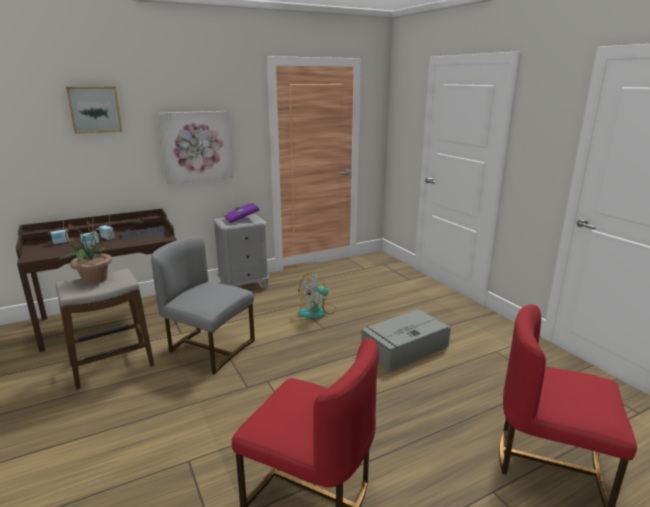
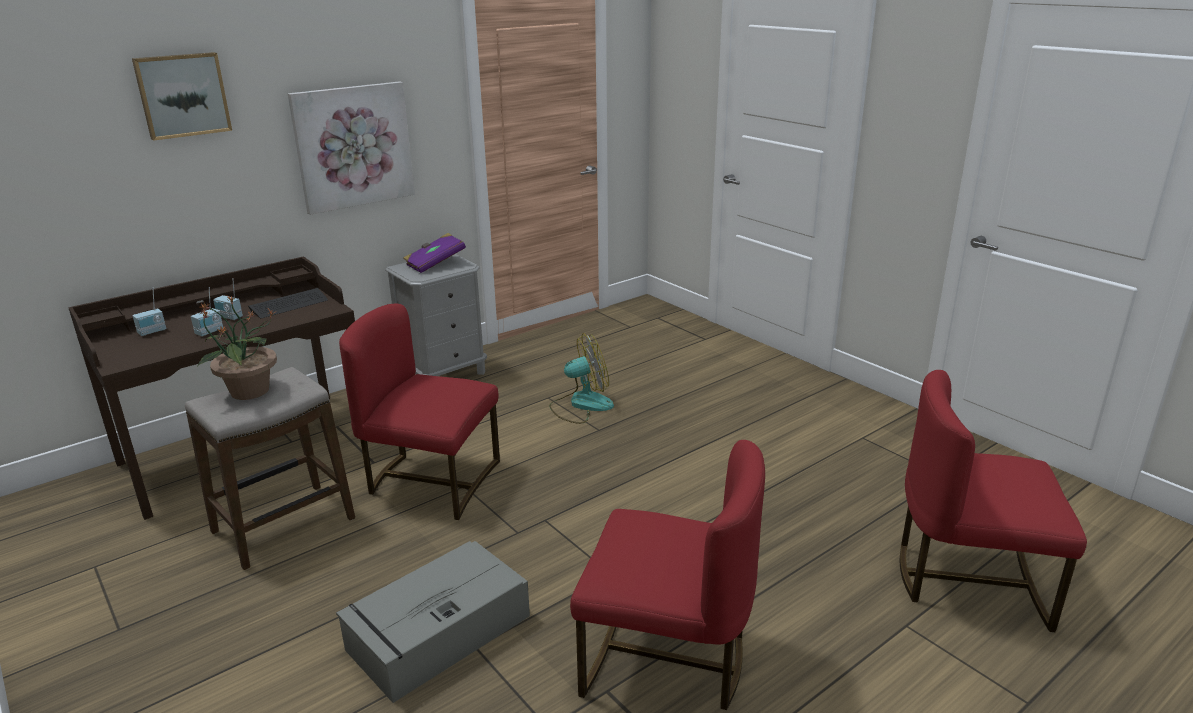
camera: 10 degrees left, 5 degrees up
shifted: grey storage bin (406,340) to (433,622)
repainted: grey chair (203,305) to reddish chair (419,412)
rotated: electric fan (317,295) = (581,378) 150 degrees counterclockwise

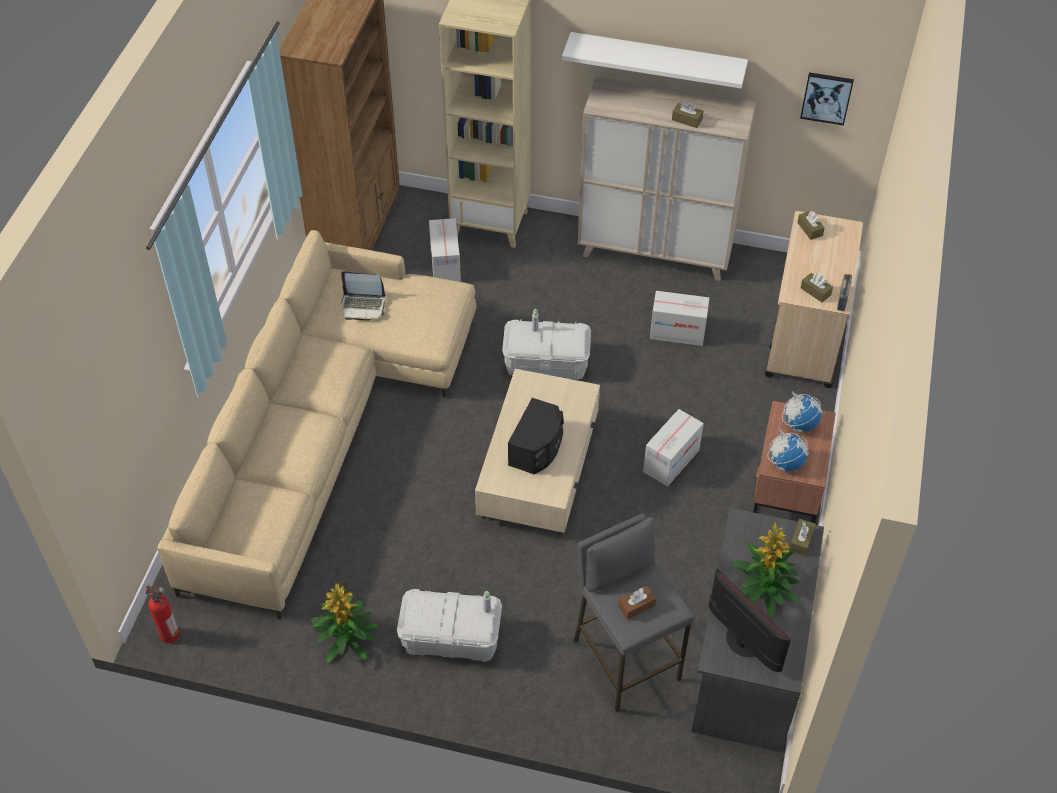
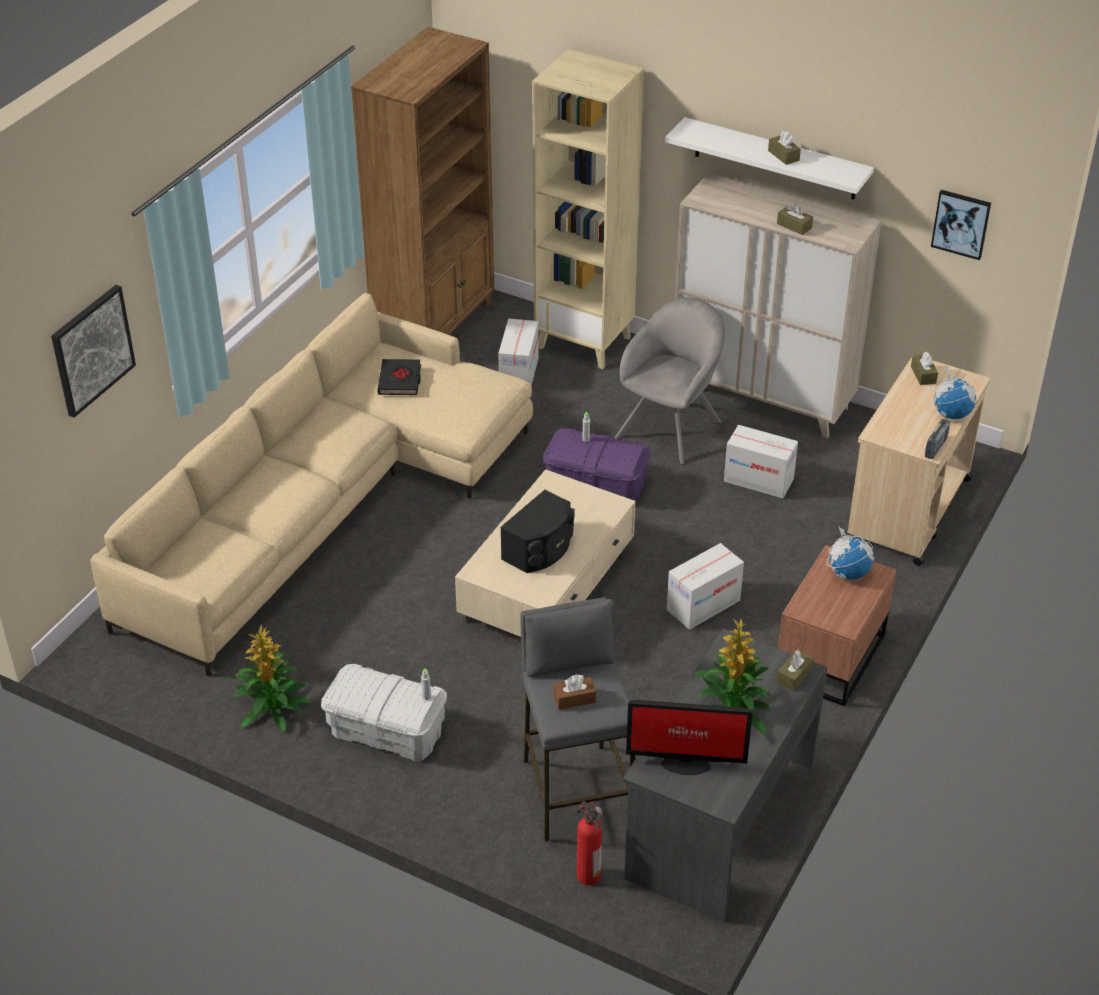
camera: 15 degrees right, 10 degrees down
new: wall art (93,351); grey easy chair (670,381)
shifted: brown tissue box (817,287) to (784,148); globe (788,449) to (953,393); extinguisher (163,614) to (590,843)
swapped: notebook computer (363,296) to blackish book (399,377)
repainted: whitish storage bin (546,349) to purple storage bin (597,465)
rotated: computer screen (750,620) = (689,737) 120 degrees clockwise

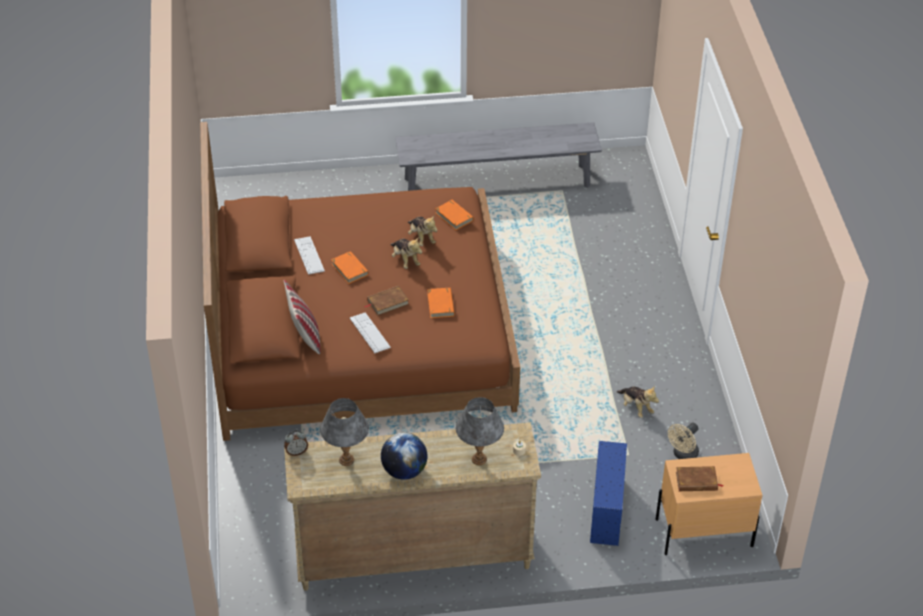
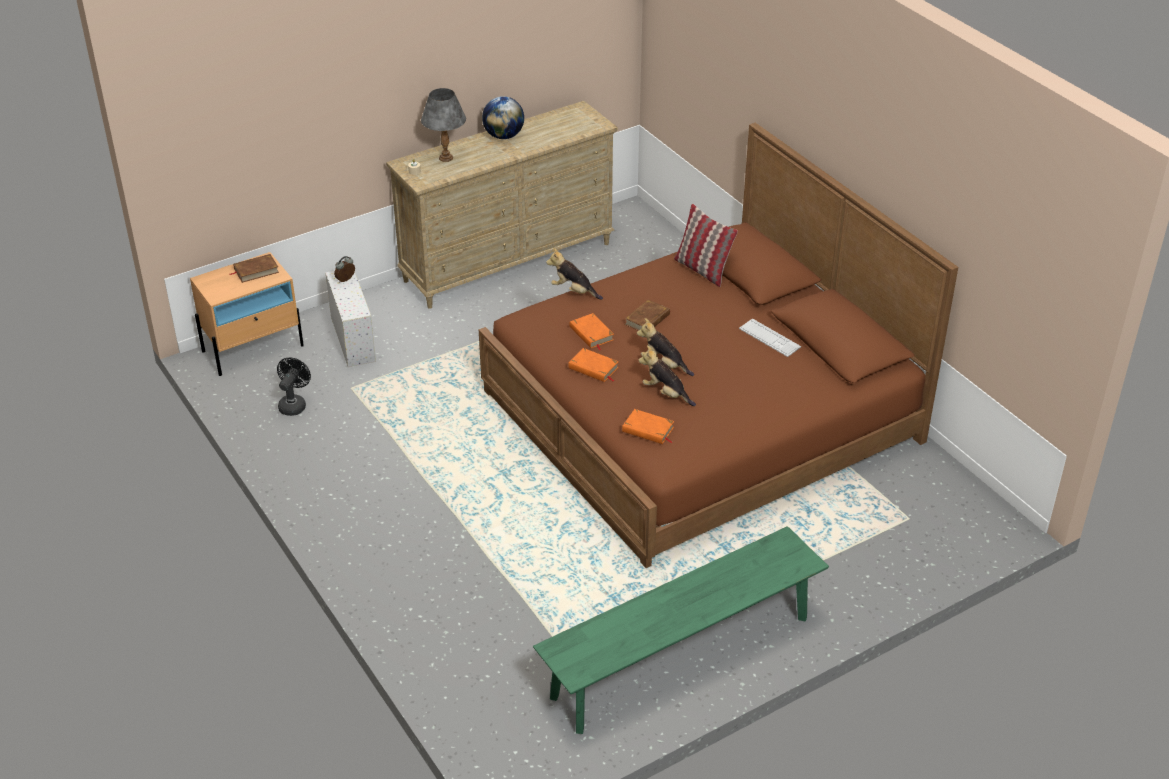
camera: 155 degrees right, 5 degrees down
gone: keyboard (370,332); grey tabletop lamp (344,432)
shifted: orange book (350,267) to (593,365); cuddly toy (638,402) to (574,274); bedside clock (296,443) to (344,269)
repainted: grey bench (498,156) to green bench (681,630); sand-coloured electric fan (683,441) to blackish electric fan (294,386); blue storage bin (608,493) to whitish storage bin (350,319)

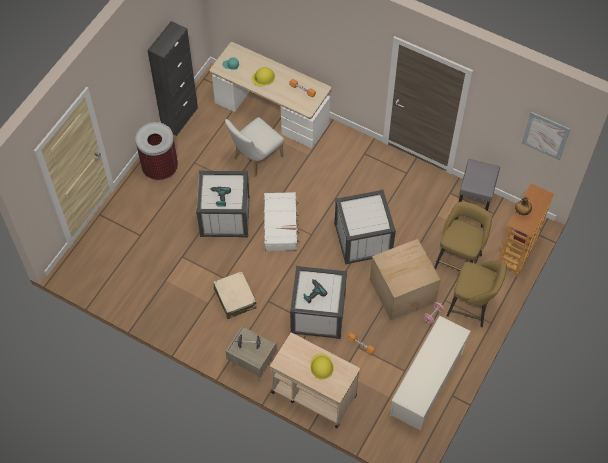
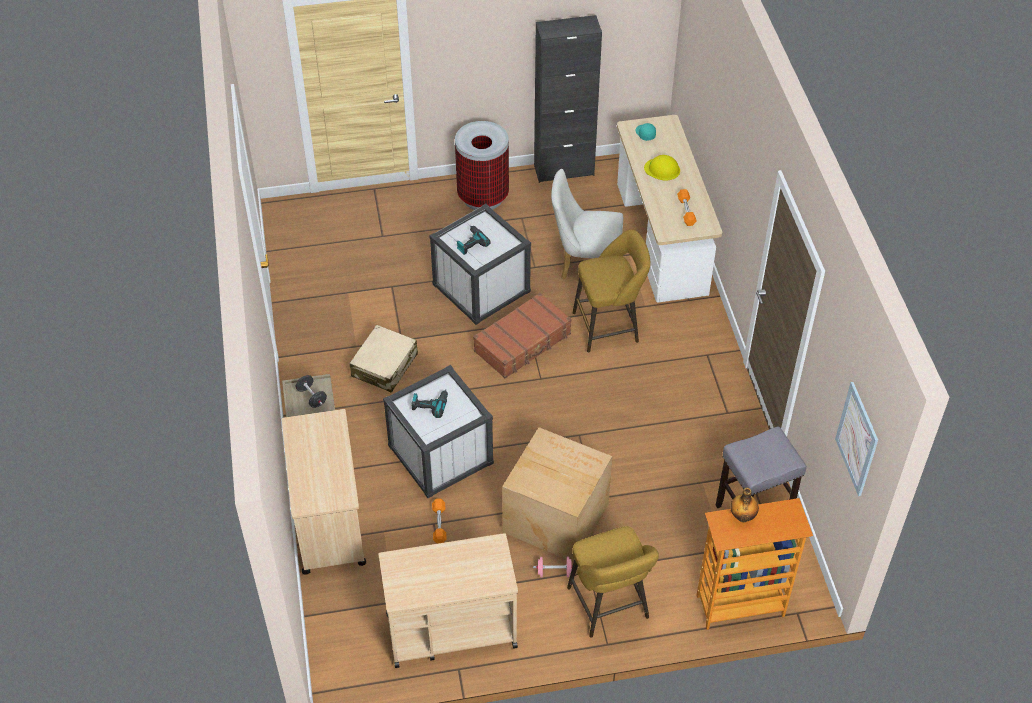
camera: 50 degrees right, 10 degrees down
gone: whitish storage bin (365,227); yellow hard hat (322,366)
shifted: yellow stool seat (463,236) to (611,291)
swapped: whitish shoe shelf (430,373) to sand-coloured trolley (448,600)
repainted: whitish suitcase (282,221) to brown suitcase (522,335)

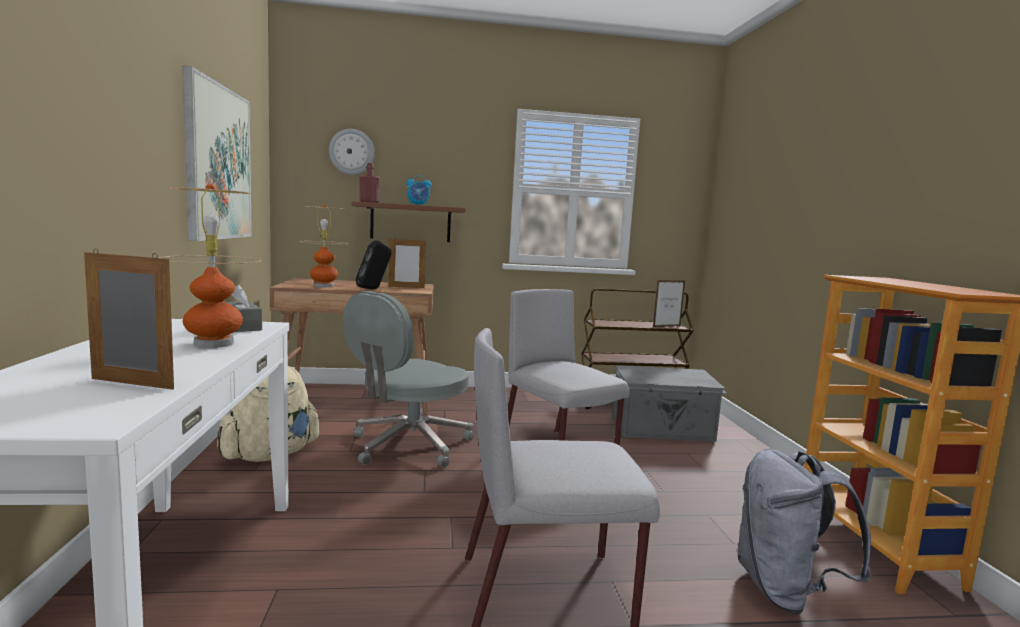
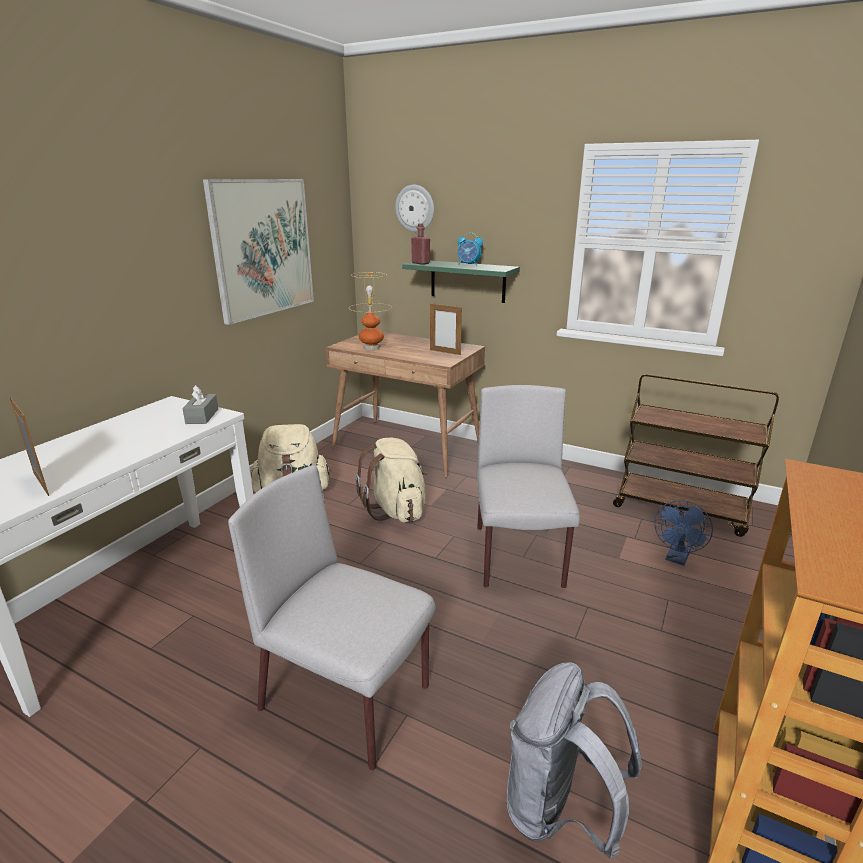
camera: 35 degrees right, 15 degrees up
gone: tabletop lamp (210,266); blackish speaker (374,265); photo frame (669,303)
swapped: grey computer chair (408,379) to sand-coloured backpack (391,480); grey storage bin (670,403) to blue electric fan (683,533)
repainted: brown shelf (409,221) to green shelf (461,281)

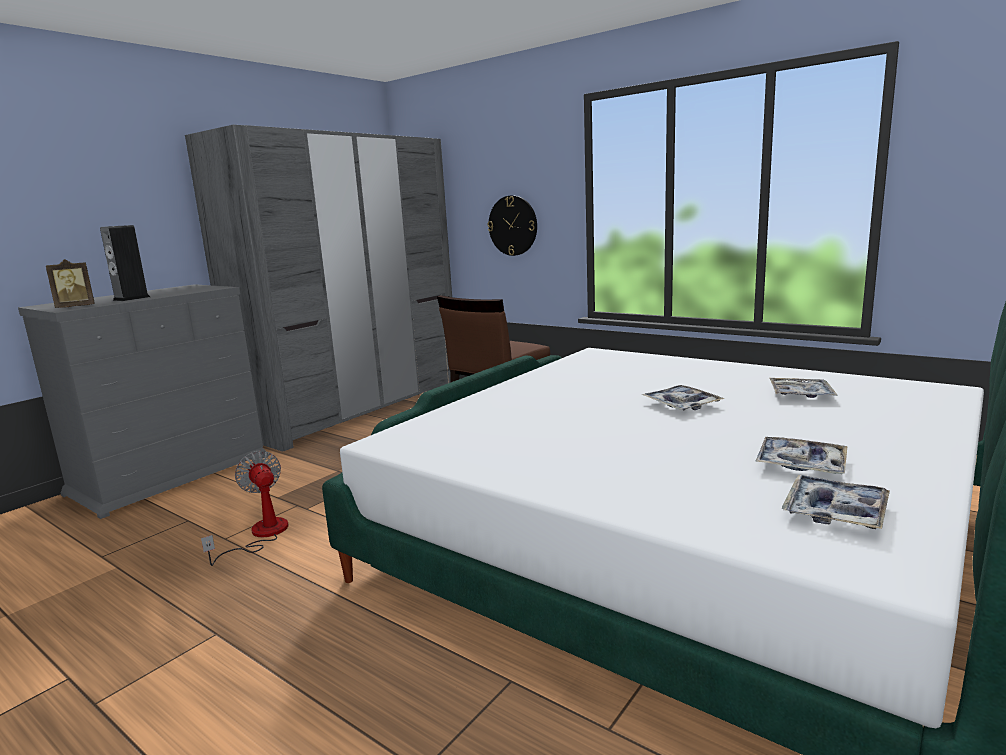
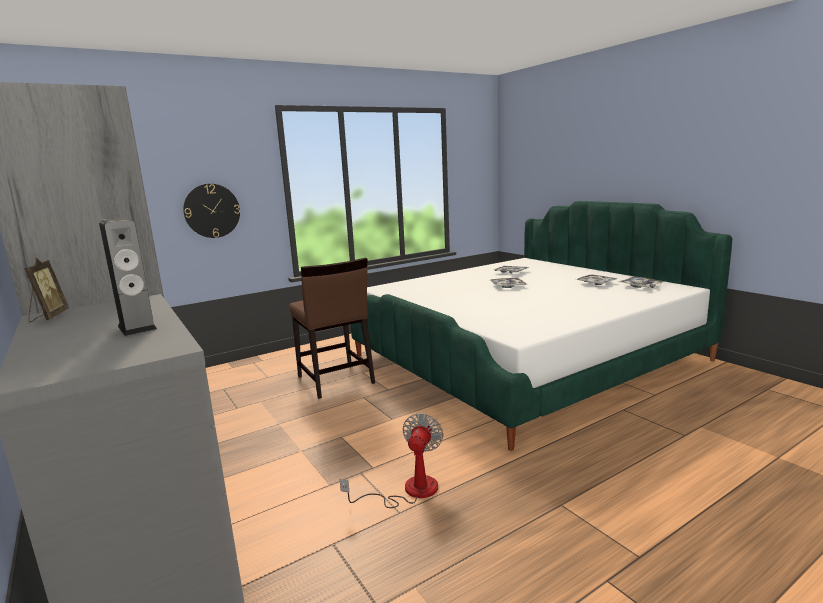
camera: 70 degrees left, 0 degrees up
shifted: photo frame (70,283) to (46,290)
rotated: electric fan (244,508) = (392,460) 120 degrees clockwise

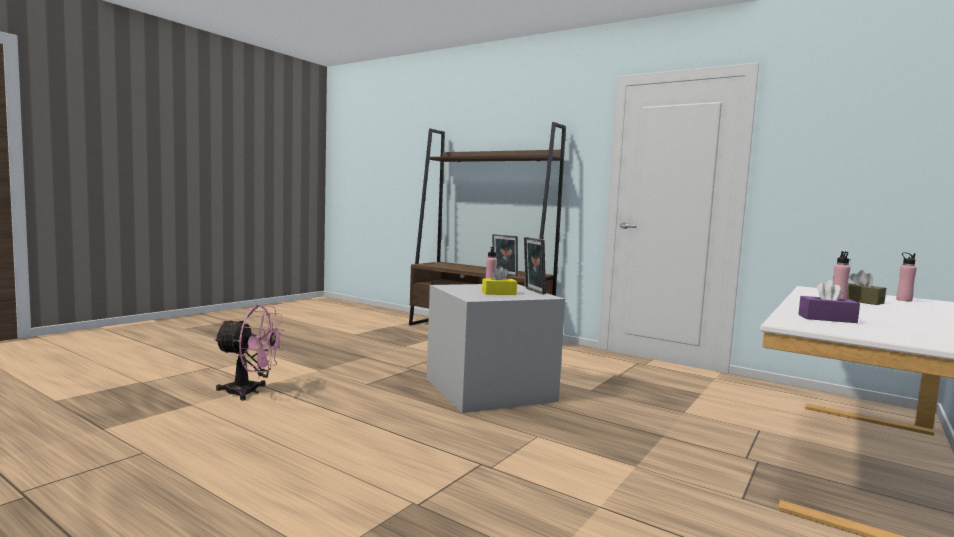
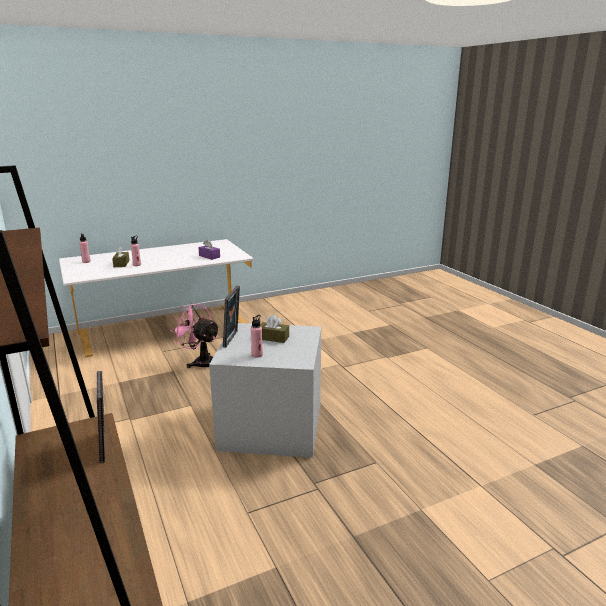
camera: 150 degrees left, 15 degrees up
shifted: pink electric fan (249,353) to (195,335)
repainted: yellow tissue box (499,281) to brown tissue box (274,329)

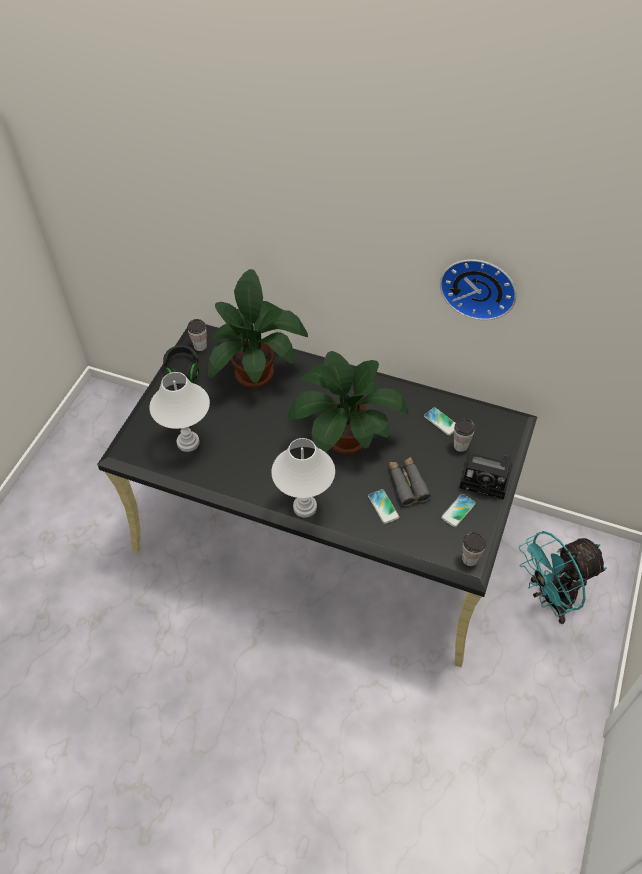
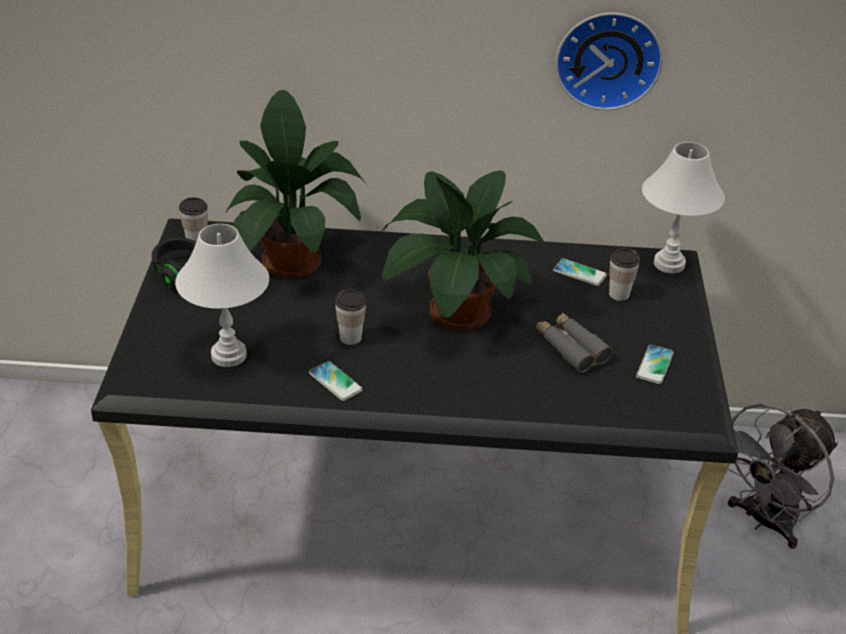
camera: 20 degrees left, 15 degrees down
gone: photo camera (486,476)
shifted: whitish tabletop lamp (303,478) to (683,207); telephone (384,506) to (336,381); small cup (474,549) to (350,317)
repainted: blue-green electric fan (563,577) to grey electric fan (783,476)

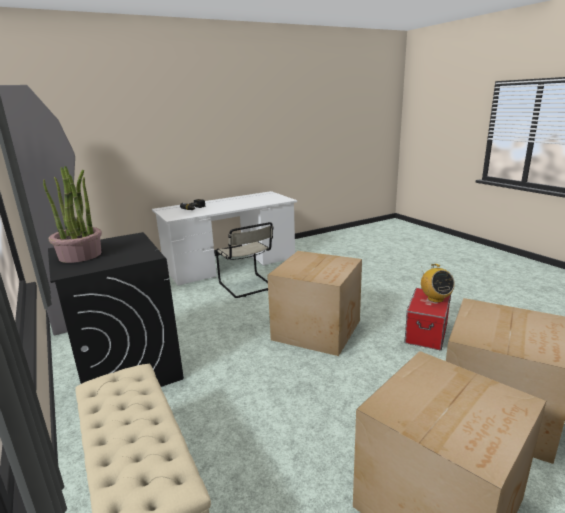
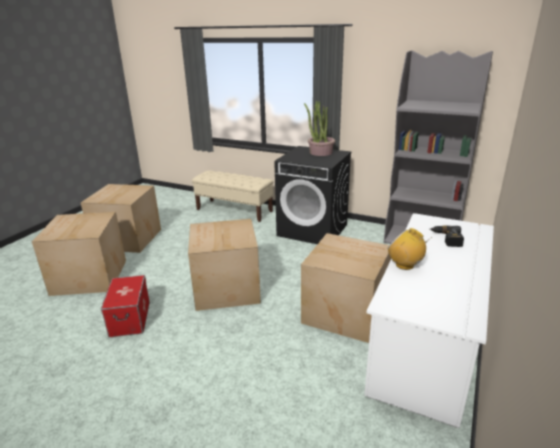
camera: 145 degrees right, 5 degrees up
shifted: radio receiver (438,283) to (410,249)
swapped: sand-coloured chair (245,260) to cardboard box (346,288)

